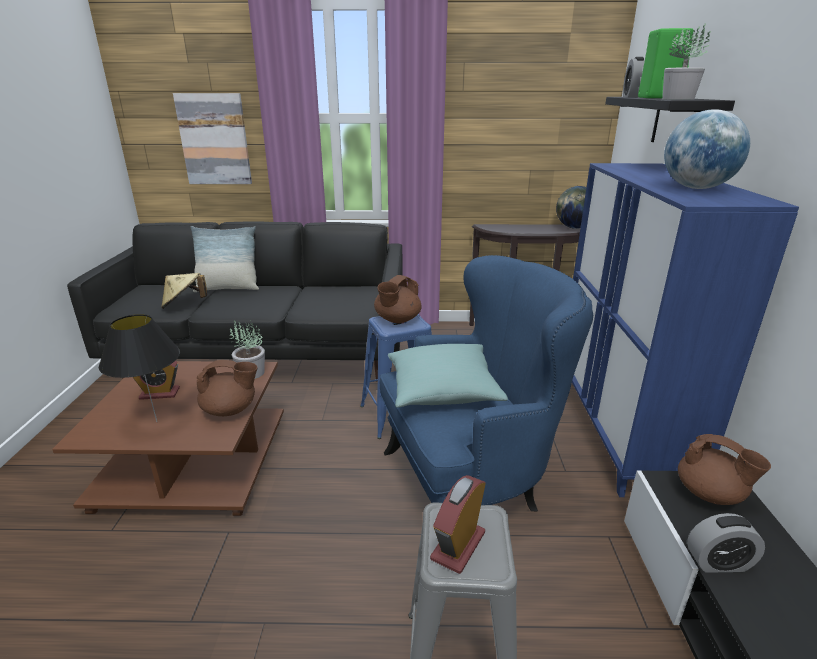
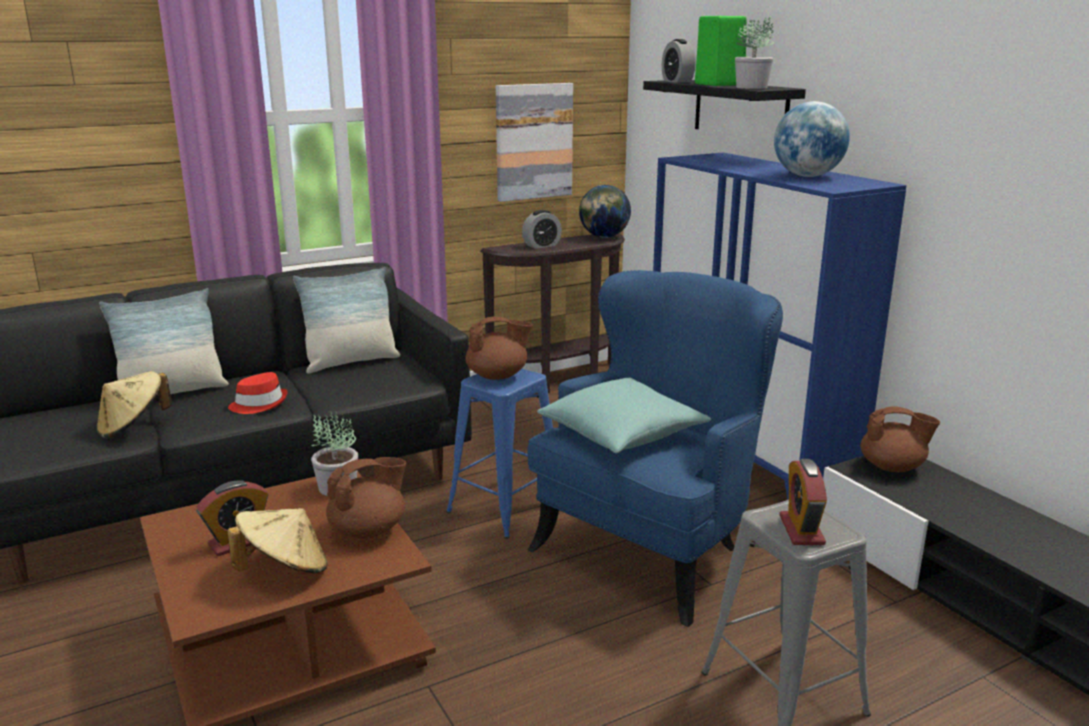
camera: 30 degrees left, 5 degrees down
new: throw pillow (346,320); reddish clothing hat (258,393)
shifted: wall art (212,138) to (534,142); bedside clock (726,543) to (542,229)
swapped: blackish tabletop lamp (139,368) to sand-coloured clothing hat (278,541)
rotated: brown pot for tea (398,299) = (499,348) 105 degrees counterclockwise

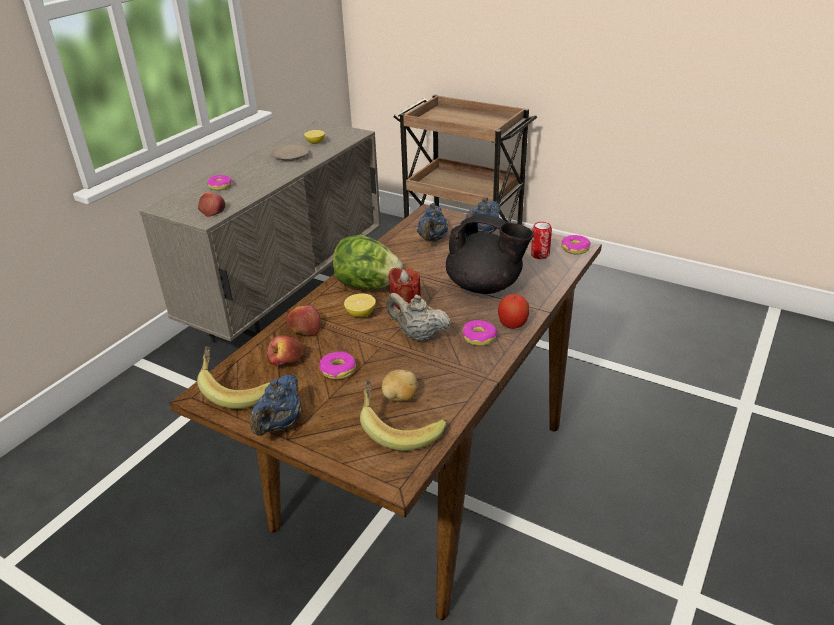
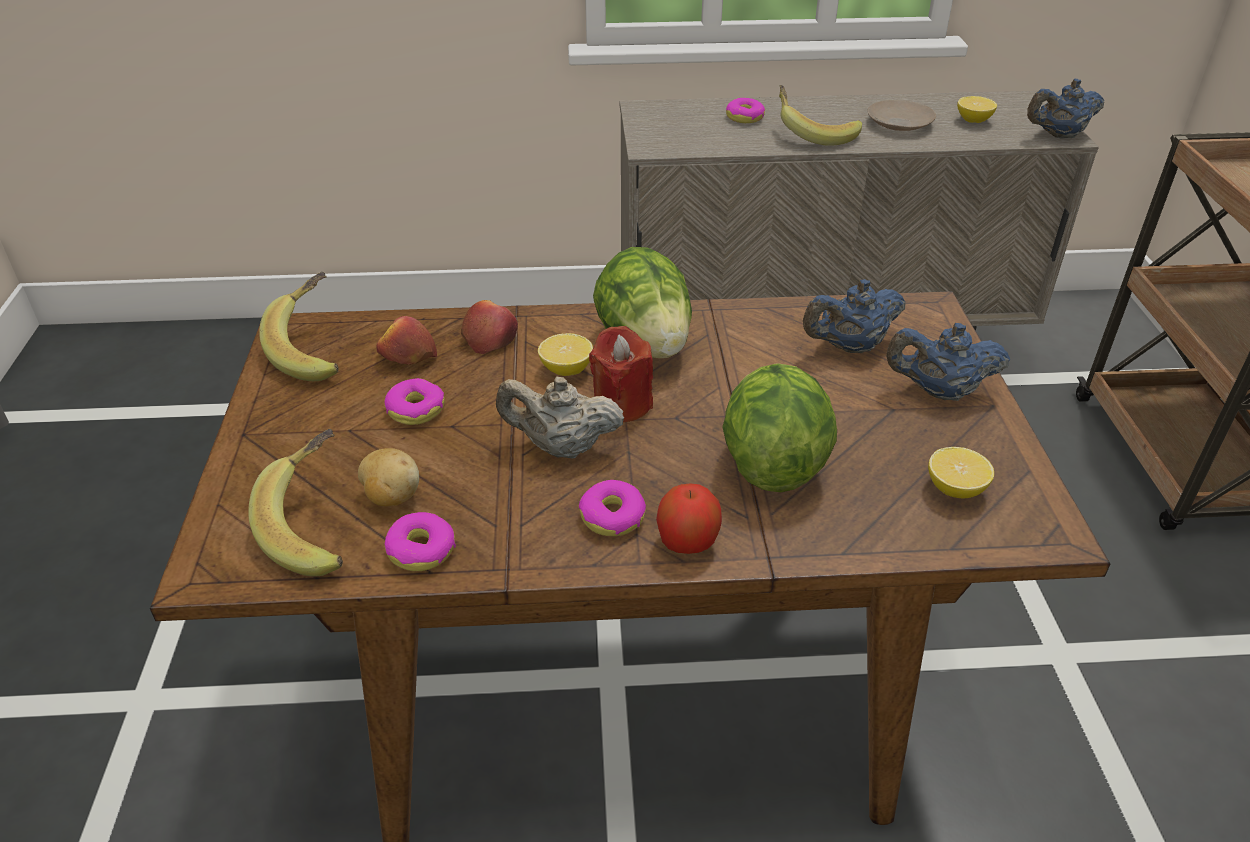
camera: 55 degrees right, 5 degrees up
gone: apple fruit (211,204)
new: whole banana (820,115)
shifted: ring doughnut (576,244) to (420,541); blue pot for tea (275,405) to (1066,109)
swapped: blackish pot for tea (489,254) to head of lettuce (779,427); sealed can (541,240) to whole lemon (961,472)
rotated: sand-coloured pot for tea (418,317) = (560,417) 75 degrees counterclockwise

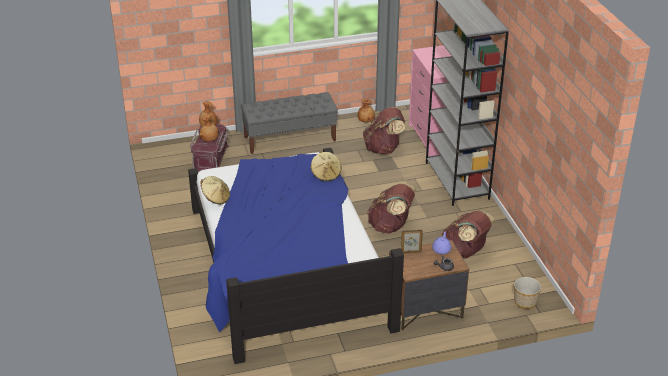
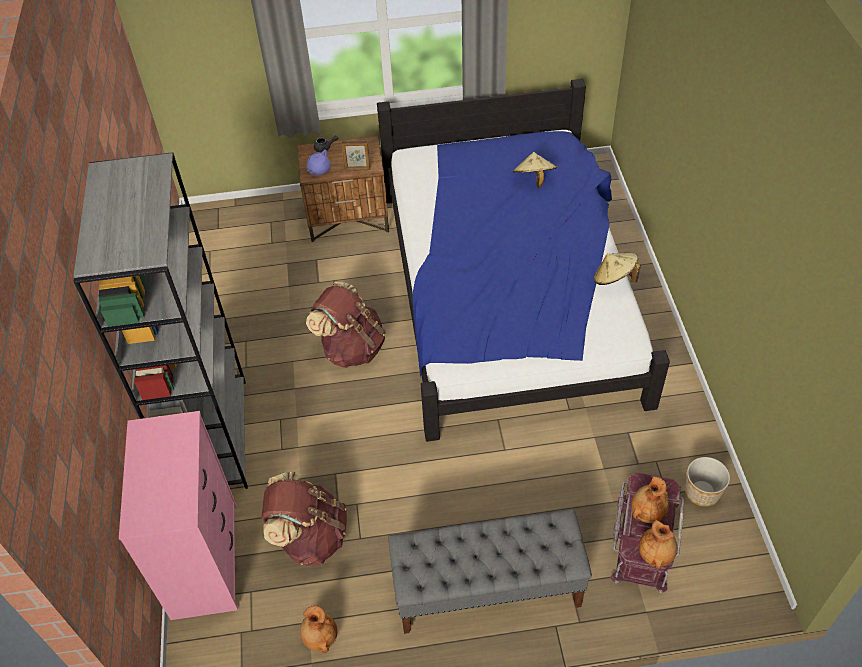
camera: 170 degrees left, 15 degrees up
gone: brown backpack (469,234)
shifted: sand-coloured clothing hat (326,166) to (535,170); plant pot (527,293) to (707,482)

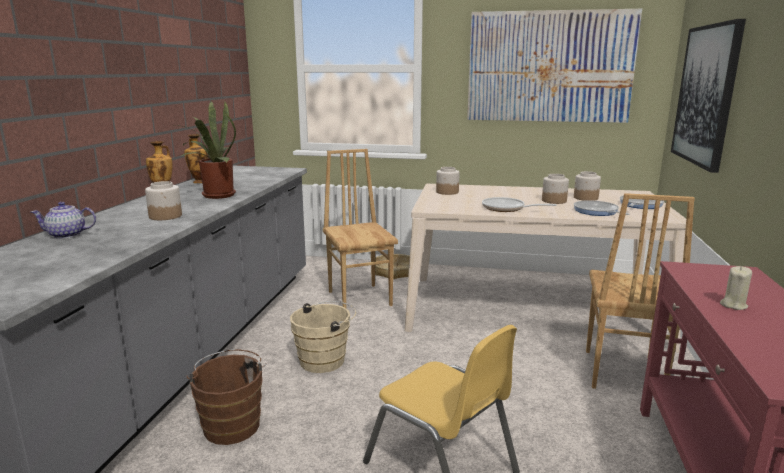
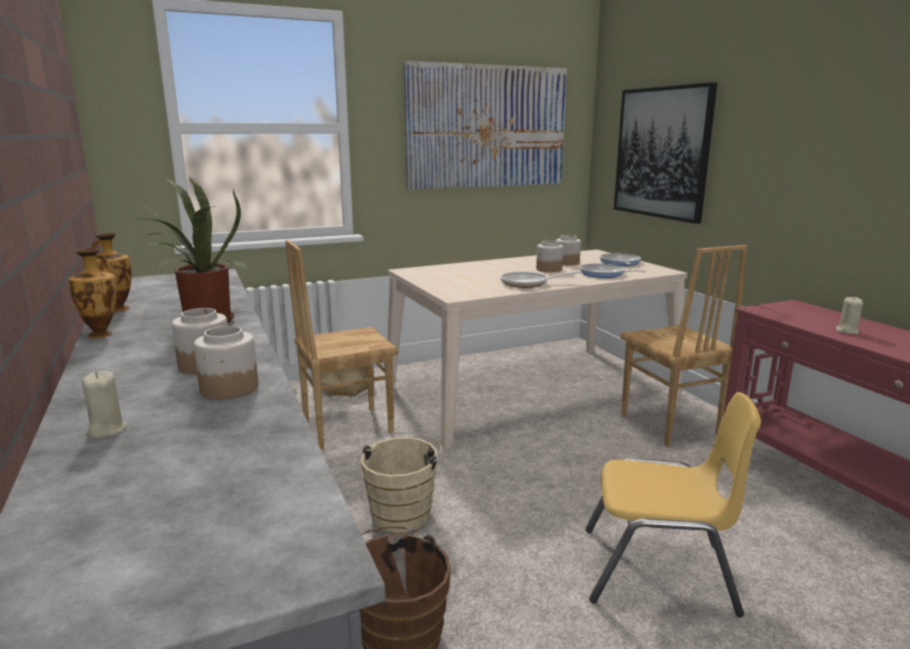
camera: 35 degrees left, 0 degrees up
shifted: storage jar (448,181) to (226,363)
swapped: pot for tea (63,220) to sand-coloured candle (104,405)
rotated: brown chair (360,228) = (342,344) 60 degrees counterclockwise

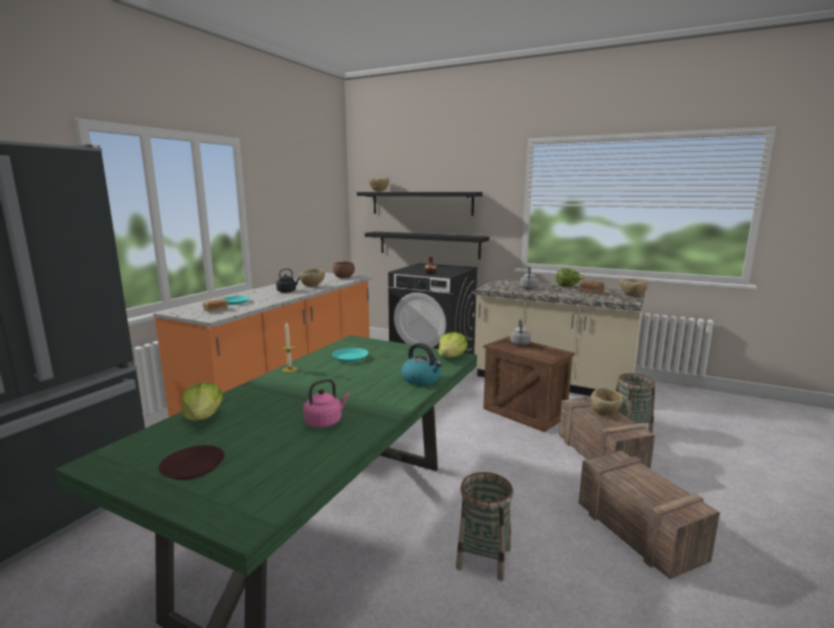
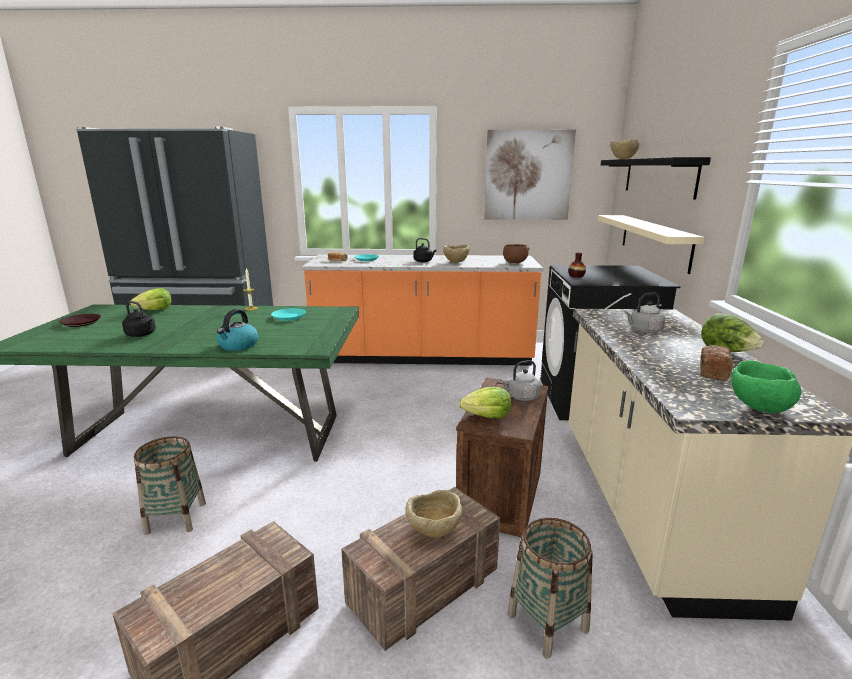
camera: 65 degrees right, 5 degrees up
new: wall art (530,175)
shifted: head of lettuce (453,344) to (485,402)
repainted: blackish shelf (427,245) to sand-coloured shelf (651,244); sand-coloured bowl (633,287) to green bowl (766,386); pink water kettle (326,403) to blackish water kettle (139,319)

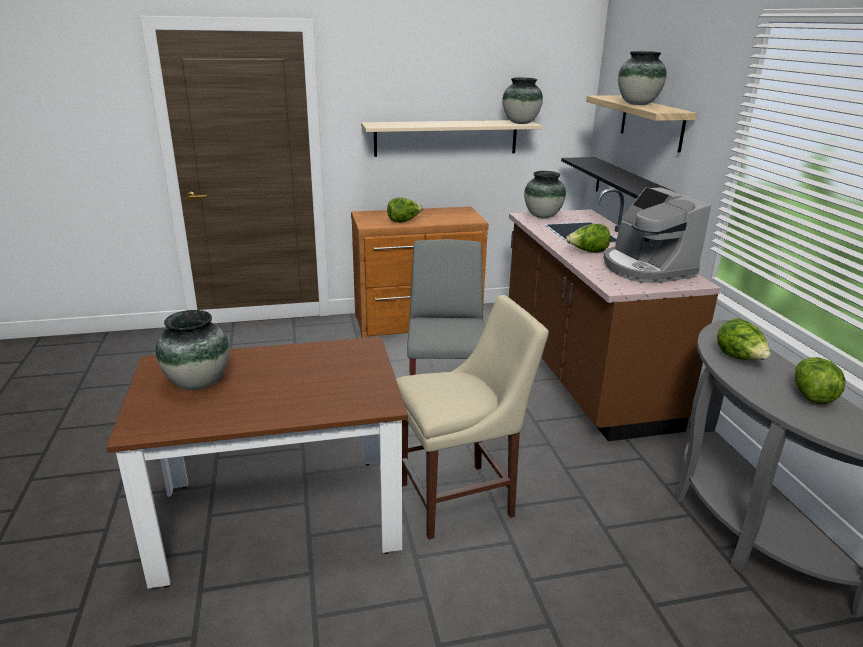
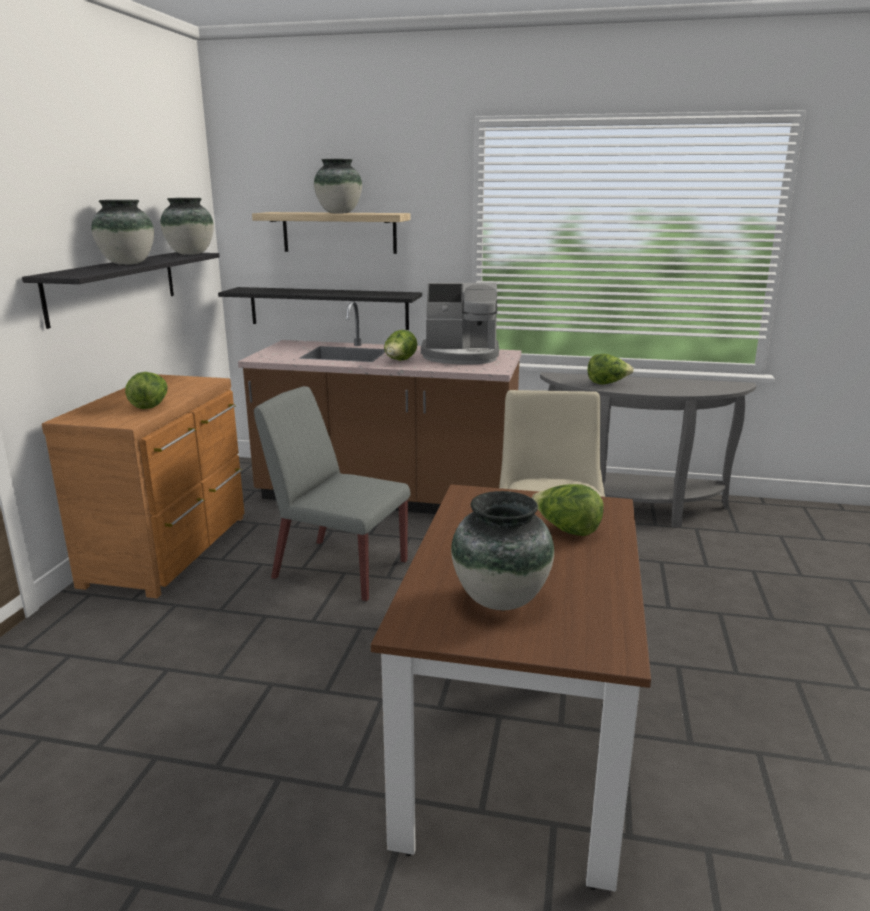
camera: 65 degrees left, 5 degrees down
shifted: flower vase (545,194) to (122,232); head of lettuce (820,380) to (568,510)
repainted: sand-coloured shelf (451,138) to blackish shelf (121,290)

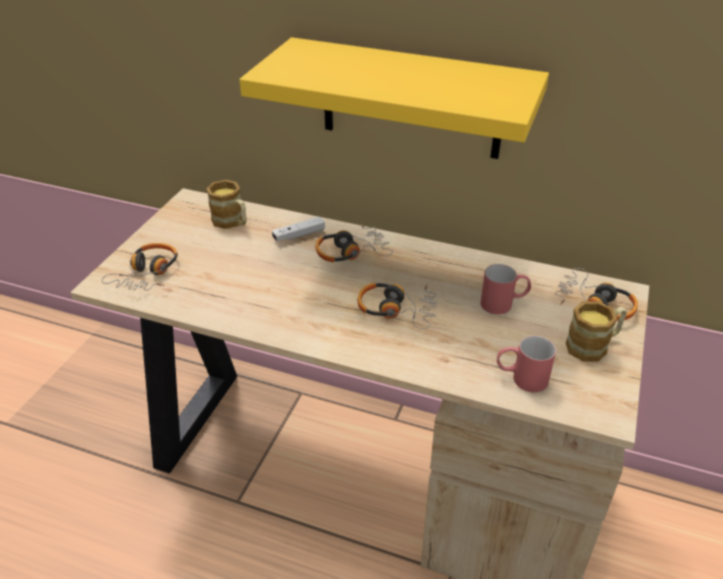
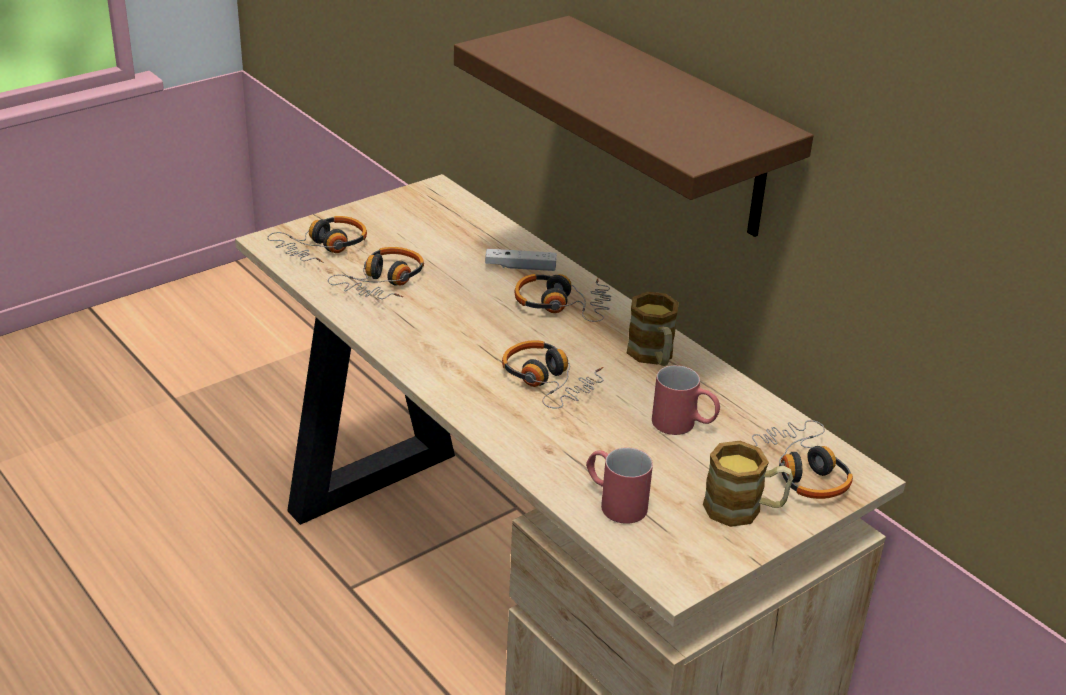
camera: 30 degrees right, 5 degrees down
new: headphones (376,273)
shifted: mug (226,204) to (653,329)
repainted: yellow shelf (394,98) to brown shelf (633,126)

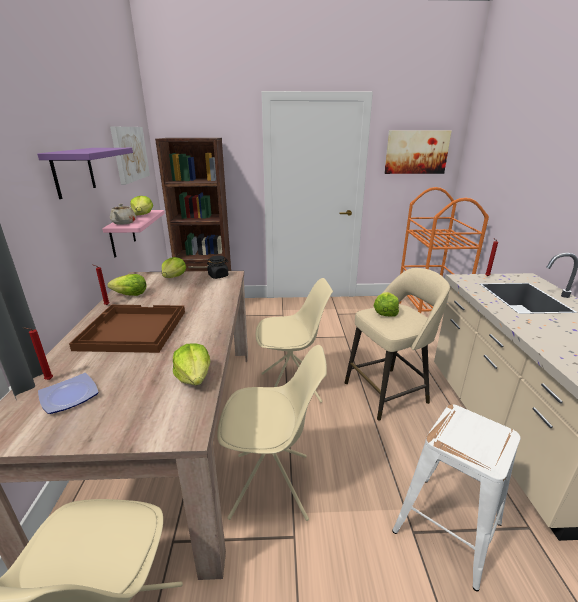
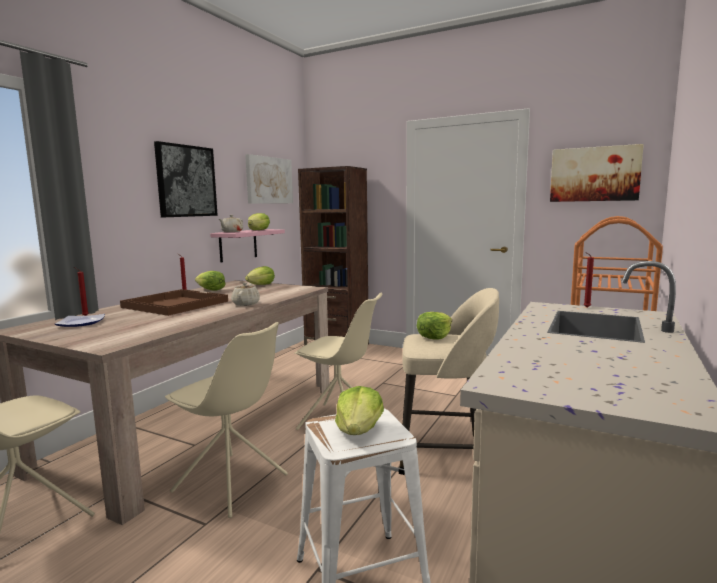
camera: 30 degrees right, 15 degrees down
gone: blackish storage jar (217,267)
new: sand-coloured pot for tea (245,294)
shifted: head of lettuce (191,364) to (359,410)
swapped: purple shelf (85,173) to wall art (186,179)

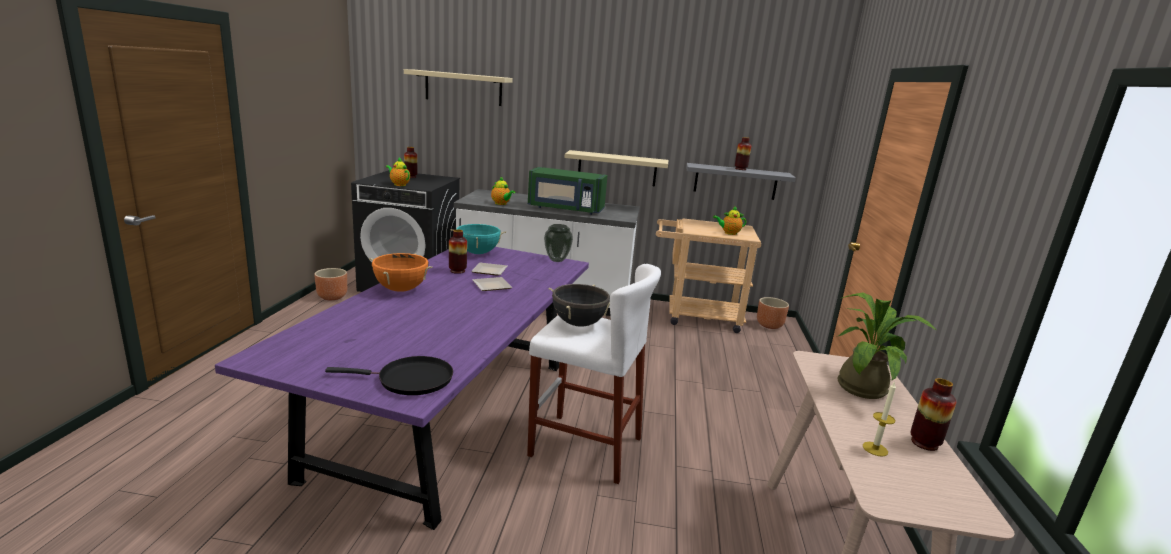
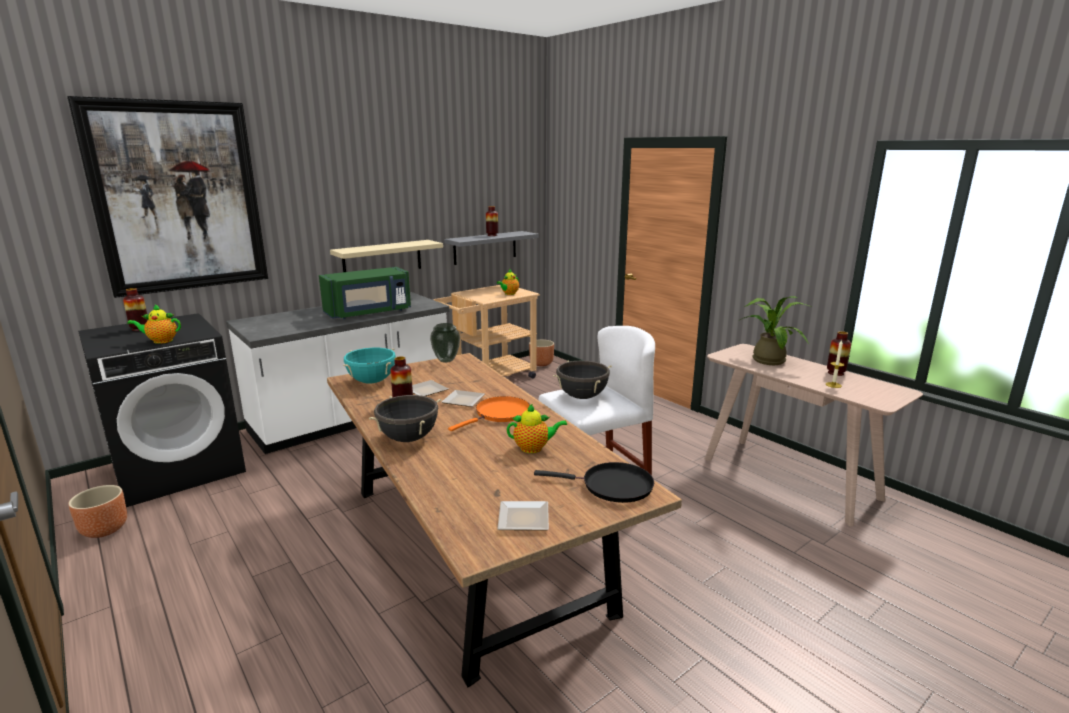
camera: 45 degrees left, 0 degrees up
new: orange skillet (489,413); plate (523,516)
shifted: pot for tea (503,191) to (537,428)
swapped: sand-coloured shelf (458,87) to wall art (167,197)
repainted: purple dinner table (402,388) to brown dinner table (504,520); orange saucepot (401,272) to blackish saucepot (405,418)
rotated: blackish skillet (389,375) = (594,482) 60 degrees clockwise

